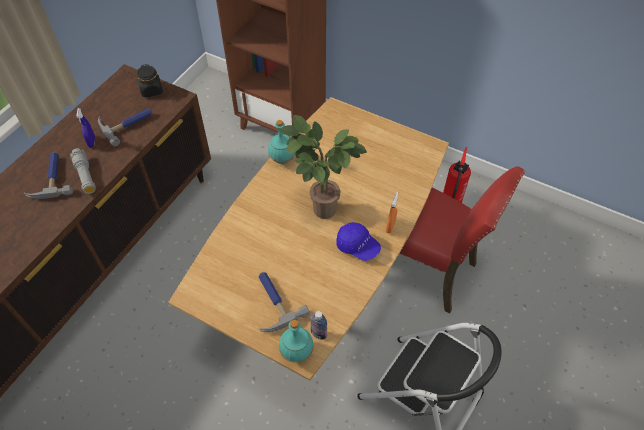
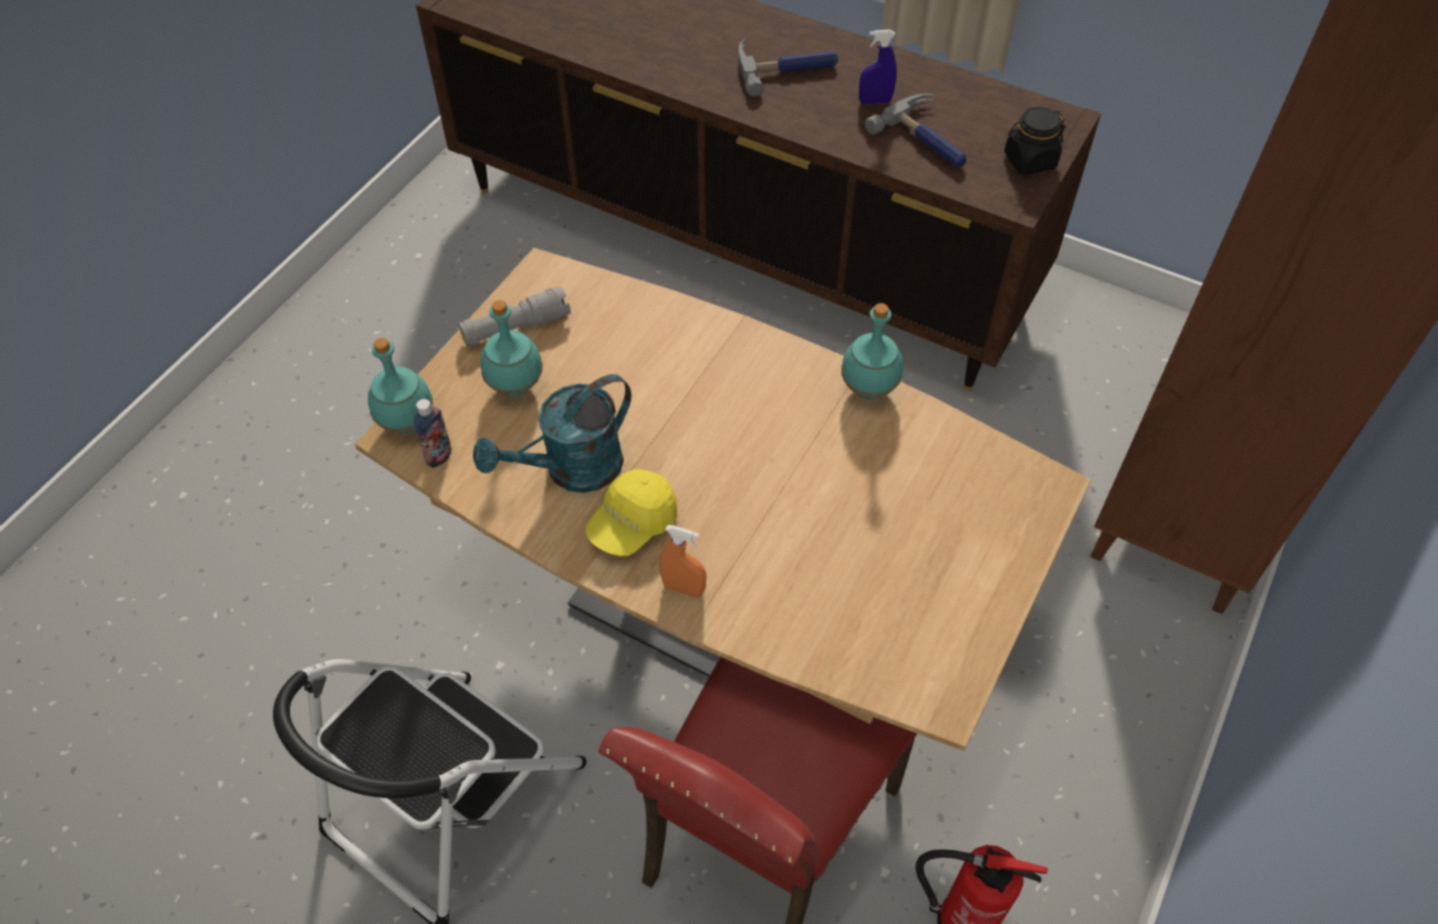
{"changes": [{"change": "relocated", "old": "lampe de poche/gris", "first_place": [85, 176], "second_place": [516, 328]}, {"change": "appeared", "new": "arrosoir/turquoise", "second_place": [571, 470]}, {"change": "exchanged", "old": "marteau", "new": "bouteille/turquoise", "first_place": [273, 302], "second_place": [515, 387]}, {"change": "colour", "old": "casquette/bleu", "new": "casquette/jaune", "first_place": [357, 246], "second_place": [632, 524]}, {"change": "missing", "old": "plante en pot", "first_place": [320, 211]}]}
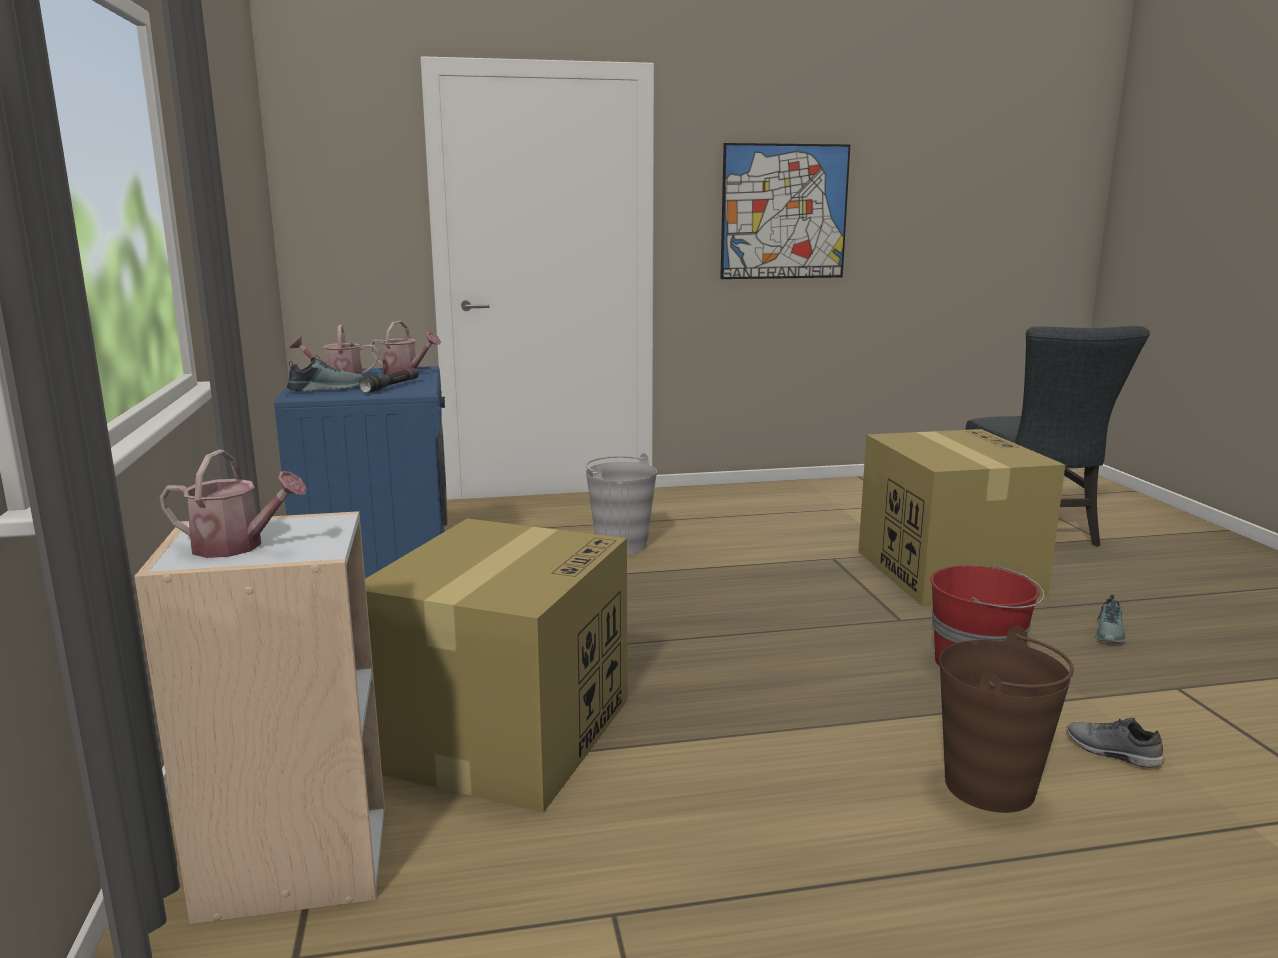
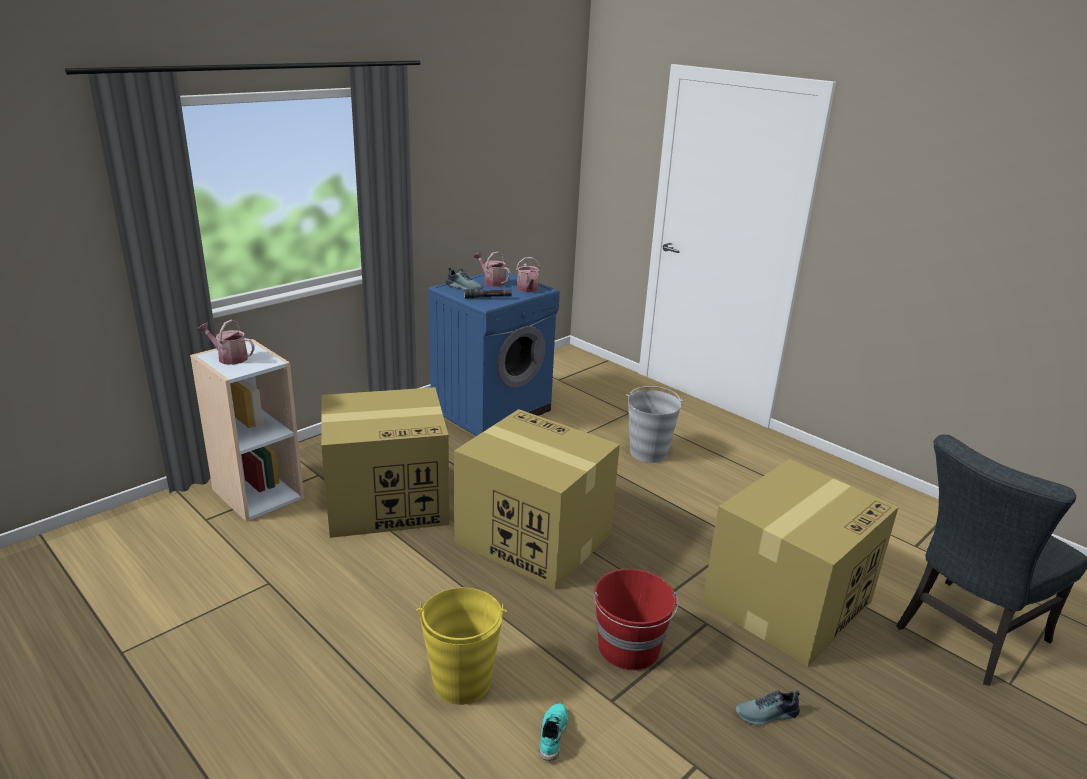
{"changes": [{"change": "spun", "old": "arrosoir", "first_place": [237, 546], "second_place": [229, 358], "degrees": 135}, {"change": "colour", "old": "seau/marron", "new": "seau/jaune", "first_place": [990, 787], "second_place": [461, 683]}, {"change": "appeared", "new": "carton", "second_place": [532, 537]}, {"change": "colour", "old": "chaussure/gris", "new": "chaussure/turquoise", "first_place": [1111, 752], "second_place": [551, 735]}, {"change": "missing", "old": "tableau", "first_place": [784, 212]}]}
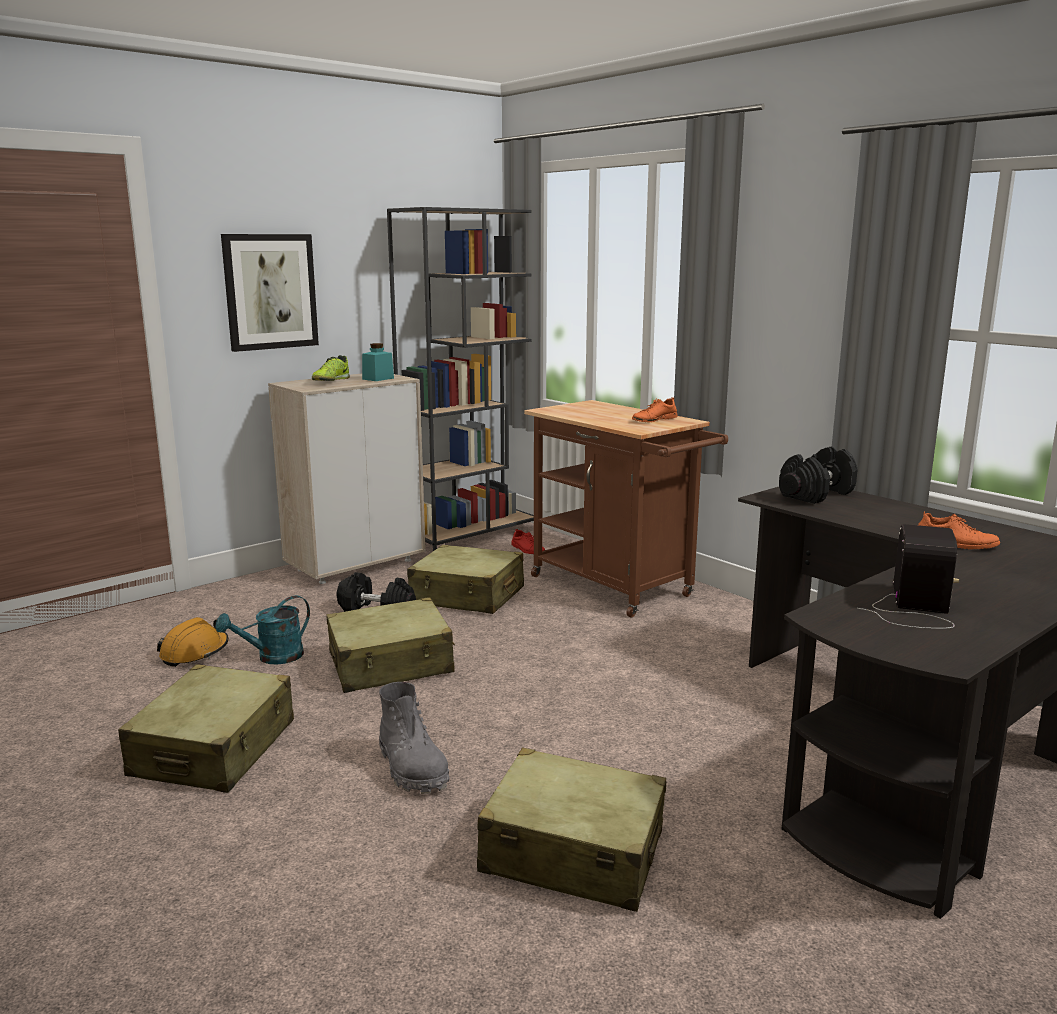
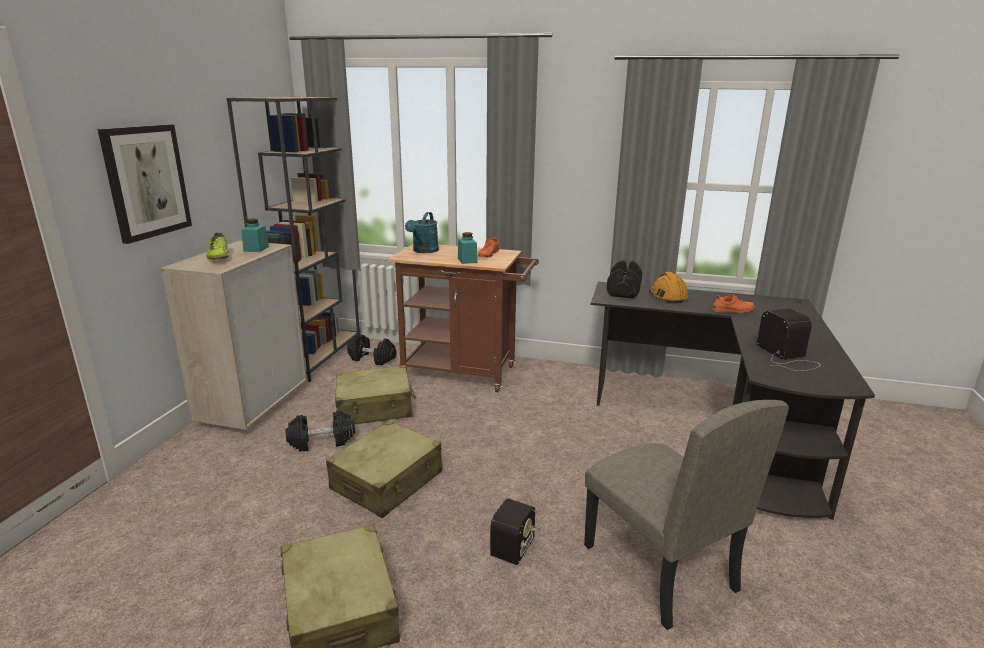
{"changes": [{"change": "exchanged", "old": "chaussure/rouge", "new": "haltère/noir", "first_place": [528, 549], "second_place": [372, 359]}, {"change": "relocated", "old": "arrosoir/turquoise", "first_place": [273, 657], "second_place": [424, 251]}, {"change": "appeared", "new": "bocal/turquoise", "second_place": [467, 260]}, {"change": "exchanged", "old": "botte/gris", "new": "radio", "first_place": [412, 768], "second_place": [502, 556]}, {"change": "exchanged", "old": "valise/beige", "new": "chaise/beige", "first_place": [573, 852], "second_place": [658, 567]}, {"change": "relocated", "old": "casque de chantier/orange", "first_place": [195, 652], "second_place": [668, 296]}]}
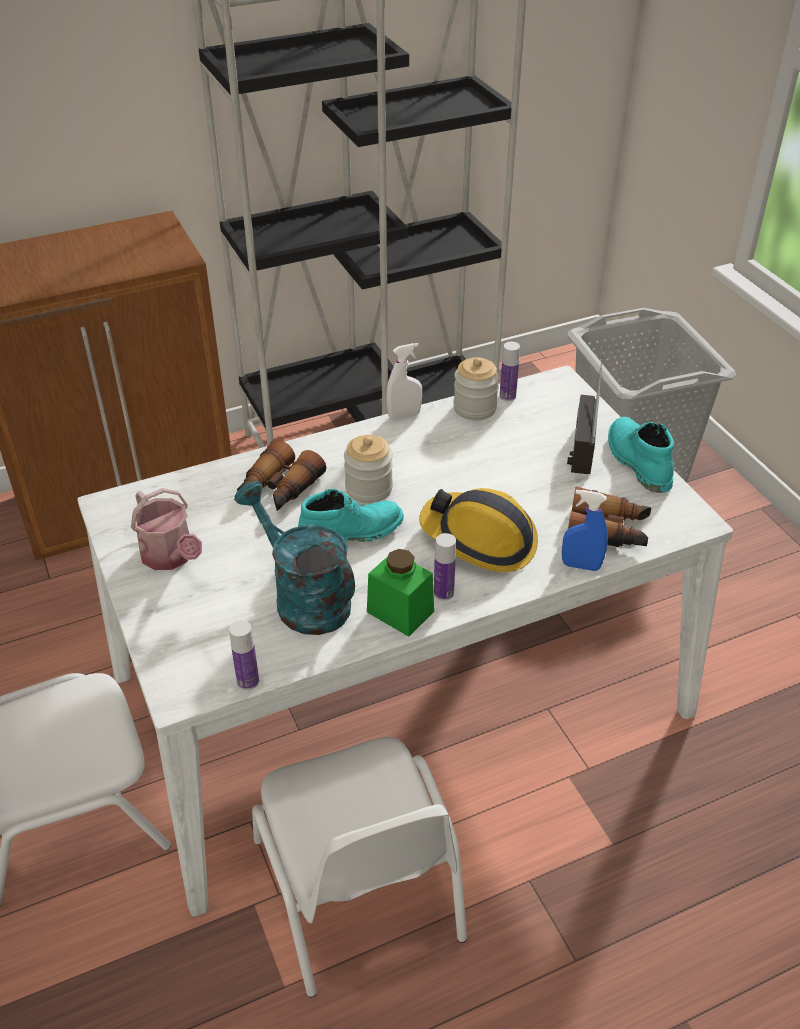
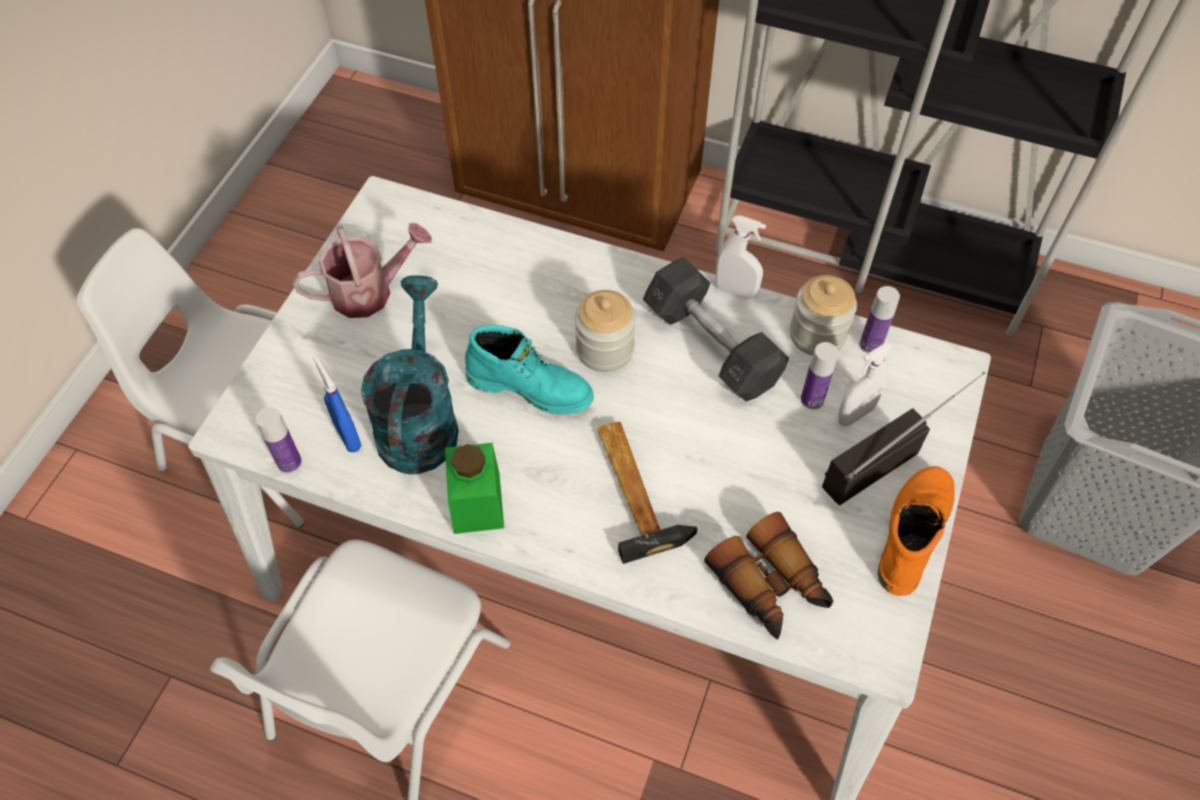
{"changes": [{"change": "spun", "old": "arrosoir", "first_place": [171, 557], "second_place": [370, 291], "degrees": -120}, {"change": "relocated", "old": "vaporisateur/bleu", "first_place": [581, 565], "second_place": [348, 436]}, {"change": "exchanged", "old": "casque de chantier", "new": "marteau", "first_place": [480, 539], "second_place": [635, 488]}, {"change": "appeared", "new": "haltère/gris", "second_place": [711, 345]}, {"change": "relocated", "old": "bouteille", "first_place": [443, 593], "second_place": [812, 399]}, {"change": "appeared", "new": "vaporisateur/blanc", "second_place": [855, 414]}, {"change": "colour", "old": "botte/turquoise", "new": "botte/orange", "first_place": [636, 461], "second_place": [910, 532]}, {"change": "missing", "old": "jumelles", "first_place": [279, 489]}]}
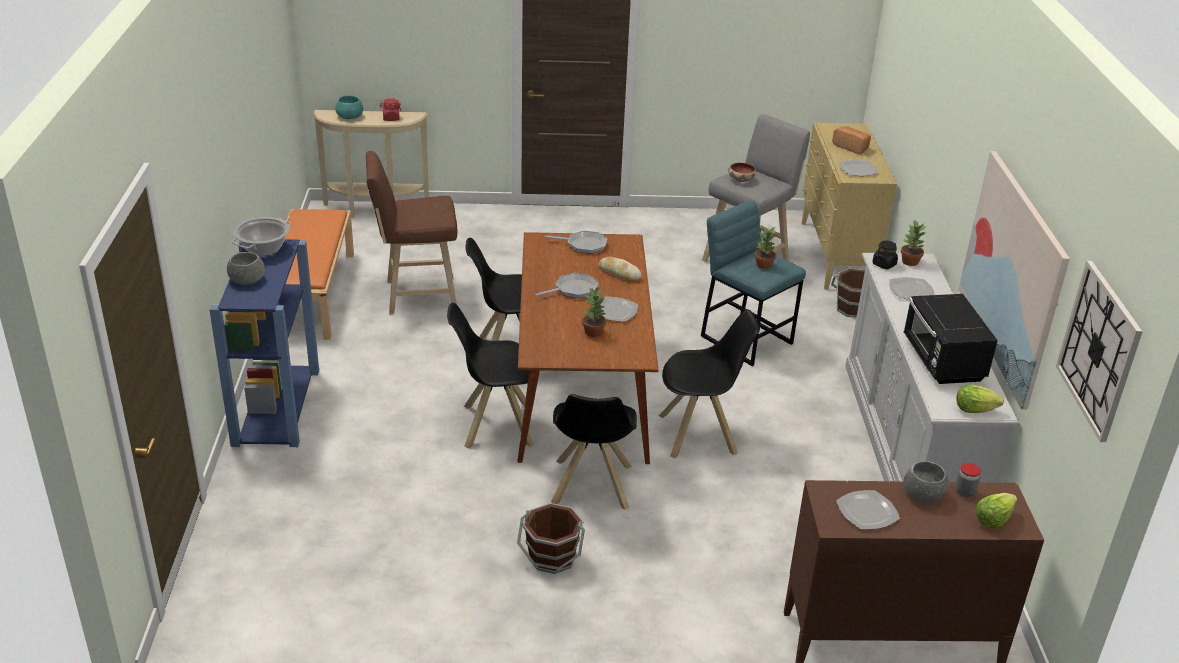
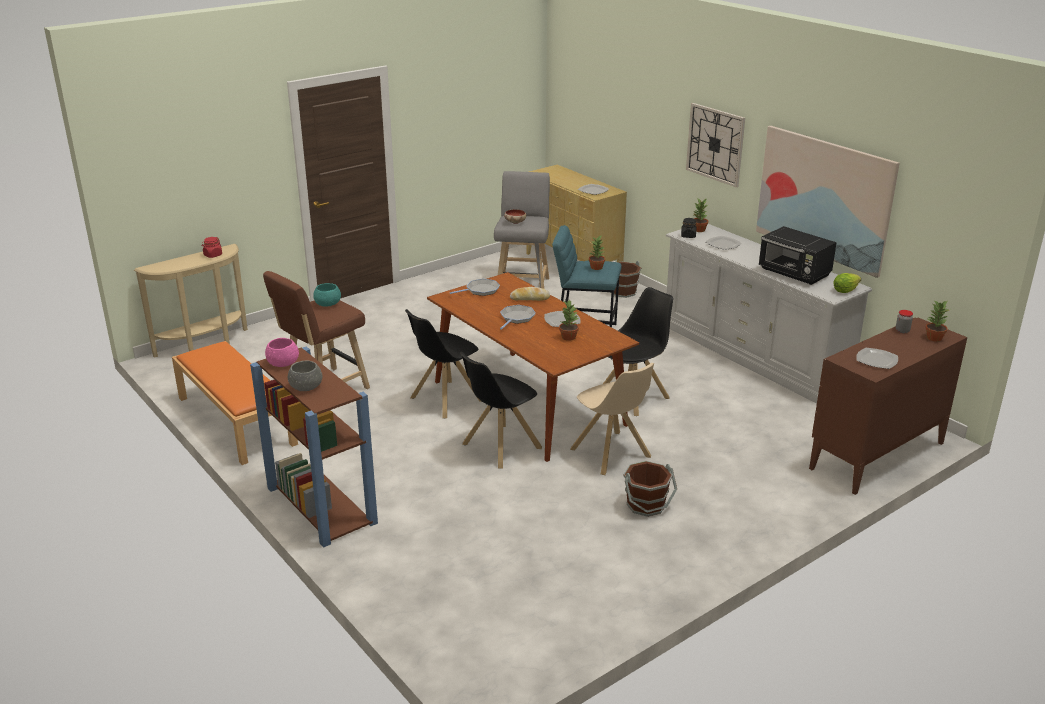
{"changes": [{"change": "colour", "old": "bibliothèque/bleu", "new": "bibliothèque/marron", "first_place": [277, 406], "second_place": [321, 504]}, {"change": "exchanged", "old": "marmite", "new": "bol/rose", "first_place": [264, 249], "second_place": [283, 363]}, {"change": "relocated", "old": "bol/turquoise", "first_place": [349, 116], "second_place": [327, 303]}, {"change": "colour", "old": "chaise/noir", "new": "chaise/beige", "first_place": [591, 486], "second_place": [611, 454]}, {"change": "relocated", "old": "horloge murale", "first_place": [1098, 350], "second_place": [715, 144]}, {"change": "exchanged", "old": "laitue", "new": "plante en pot", "first_place": [992, 520], "second_place": [933, 338]}, {"change": "missing", "old": "pain", "first_place": [851, 147]}, {"change": "missing", "old": "bol/gris", "first_place": [923, 494]}]}
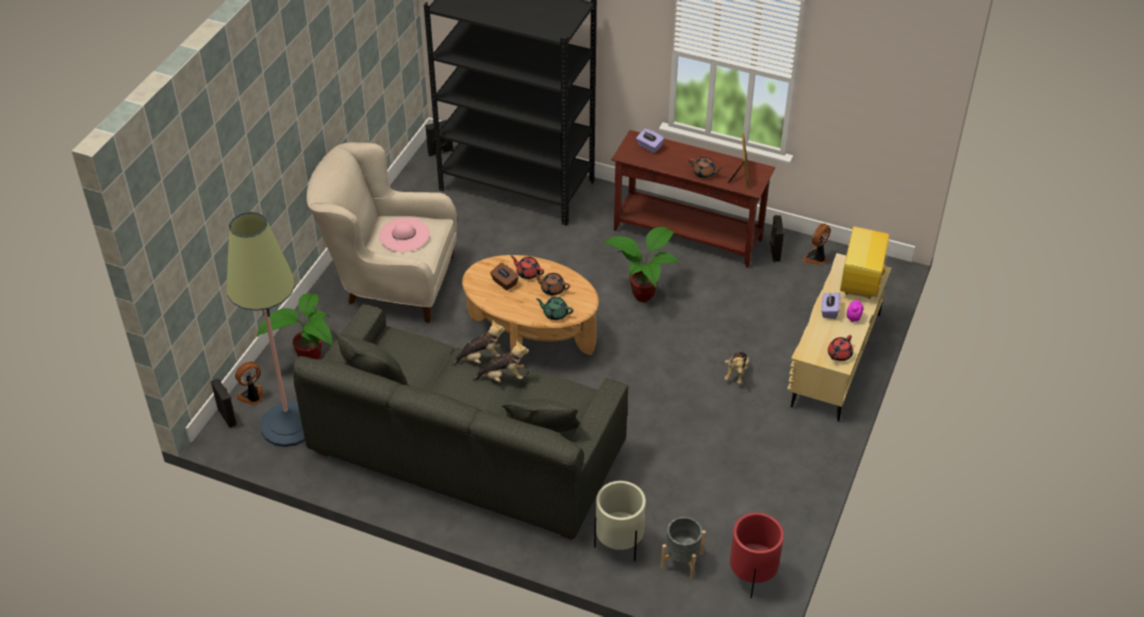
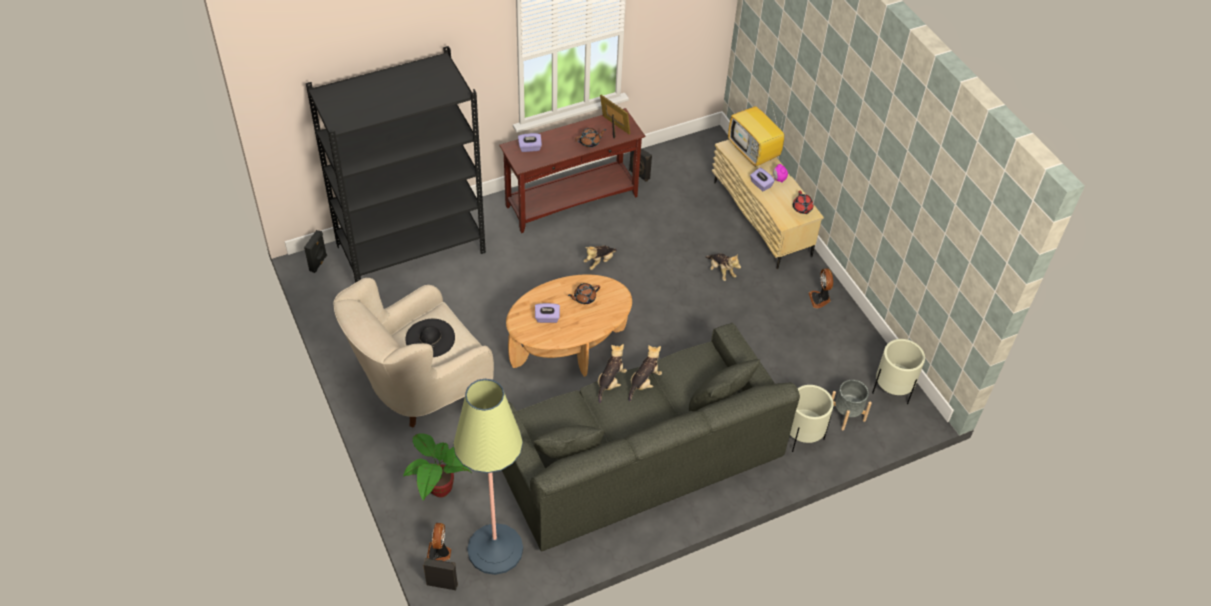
{"changes": [{"change": "colour", "old": "chapeau/rose", "new": "chapeau/noir", "first_place": [404, 235], "second_place": [430, 338]}, {"change": "colour", "old": "boîte à mouchoirs/marron", "new": "boîte à mouchoirs/violet", "first_place": [504, 282], "second_place": [547, 318]}, {"change": "exchanged", "old": "plante en pot", "new": "peluche", "first_place": [644, 293], "second_place": [599, 262]}, {"change": "relocated", "old": "ventilateur", "first_place": [816, 258], "second_place": [820, 299]}, {"change": "colour", "old": "cache-pot/rouge", "new": "cache-pot/beige", "first_place": [752, 577], "second_place": [892, 391]}, {"change": "missing", "old": "théière/rouge", "first_place": [528, 273]}, {"change": "missing", "old": "théière/vert", "first_place": [555, 313]}]}
